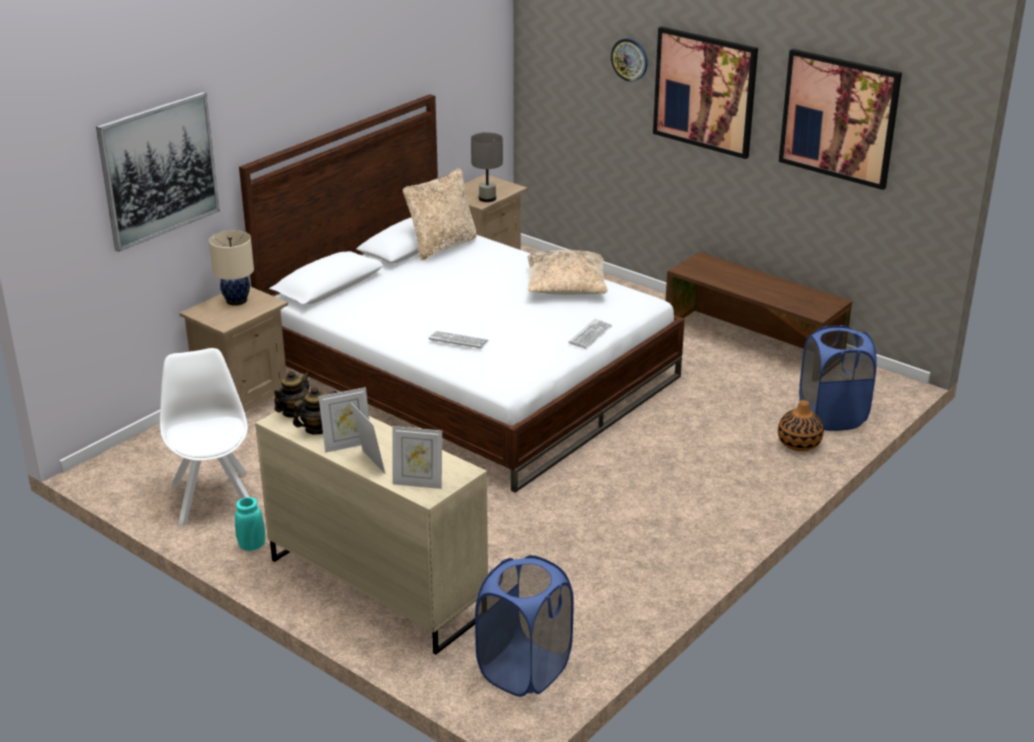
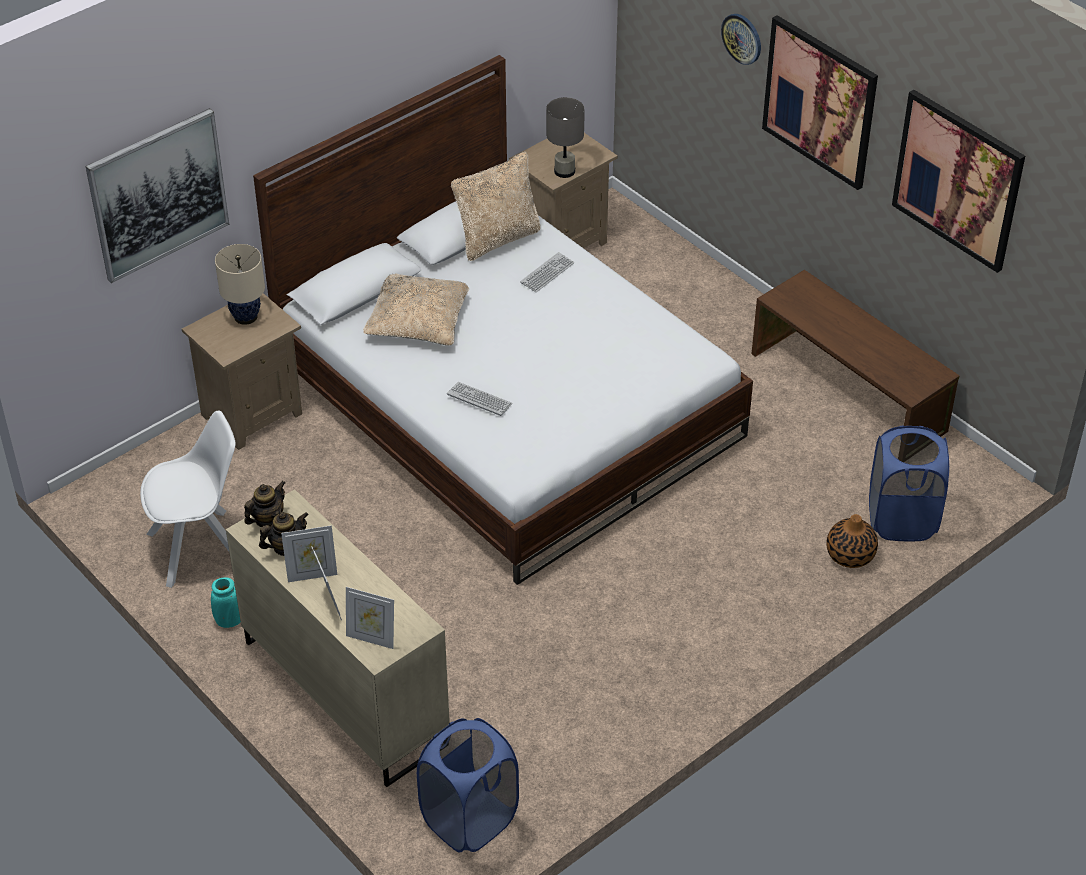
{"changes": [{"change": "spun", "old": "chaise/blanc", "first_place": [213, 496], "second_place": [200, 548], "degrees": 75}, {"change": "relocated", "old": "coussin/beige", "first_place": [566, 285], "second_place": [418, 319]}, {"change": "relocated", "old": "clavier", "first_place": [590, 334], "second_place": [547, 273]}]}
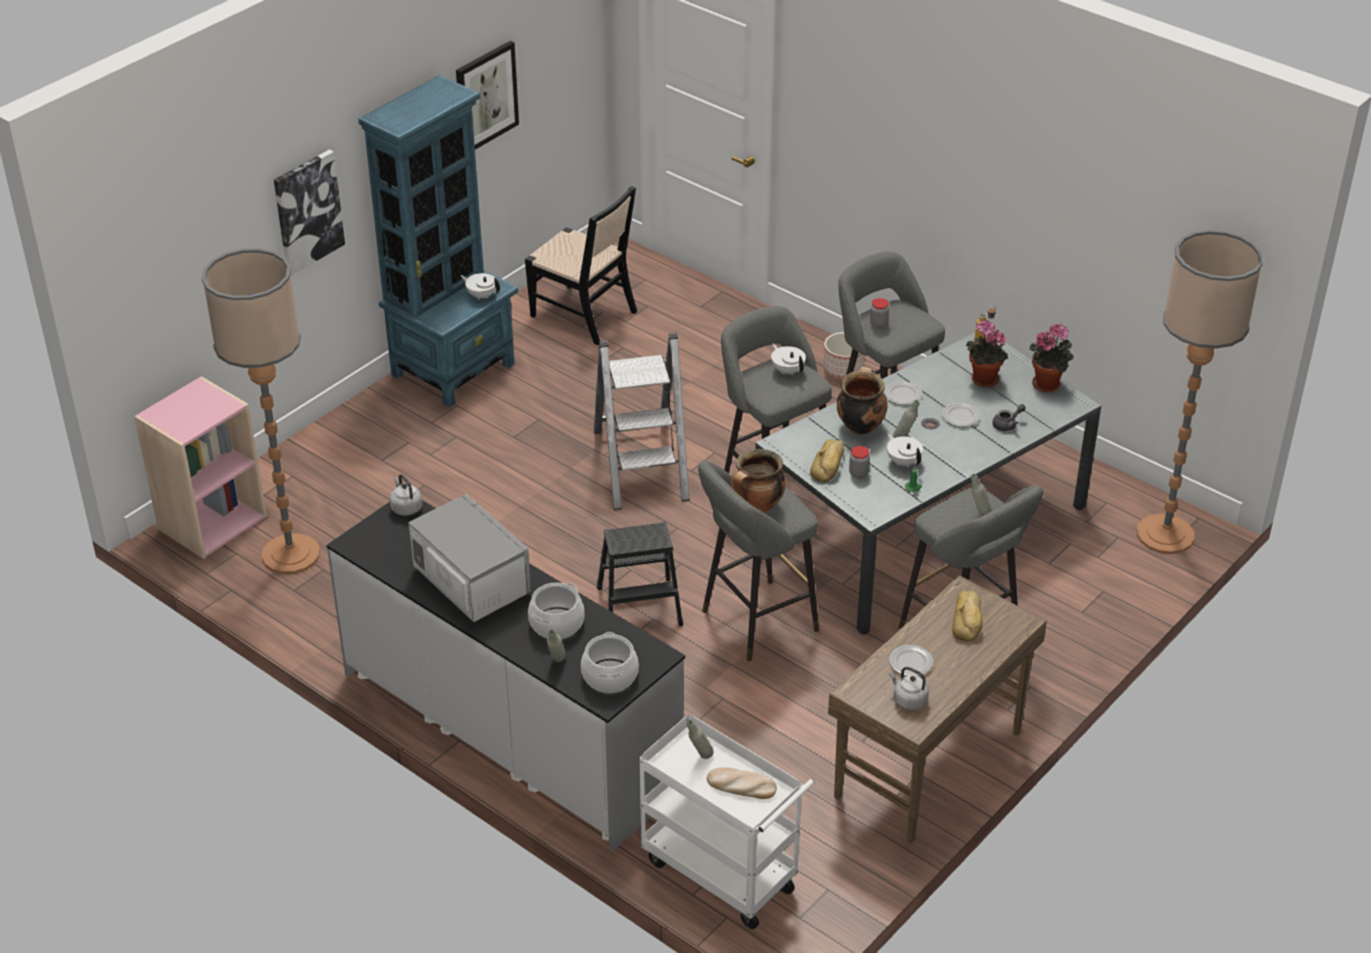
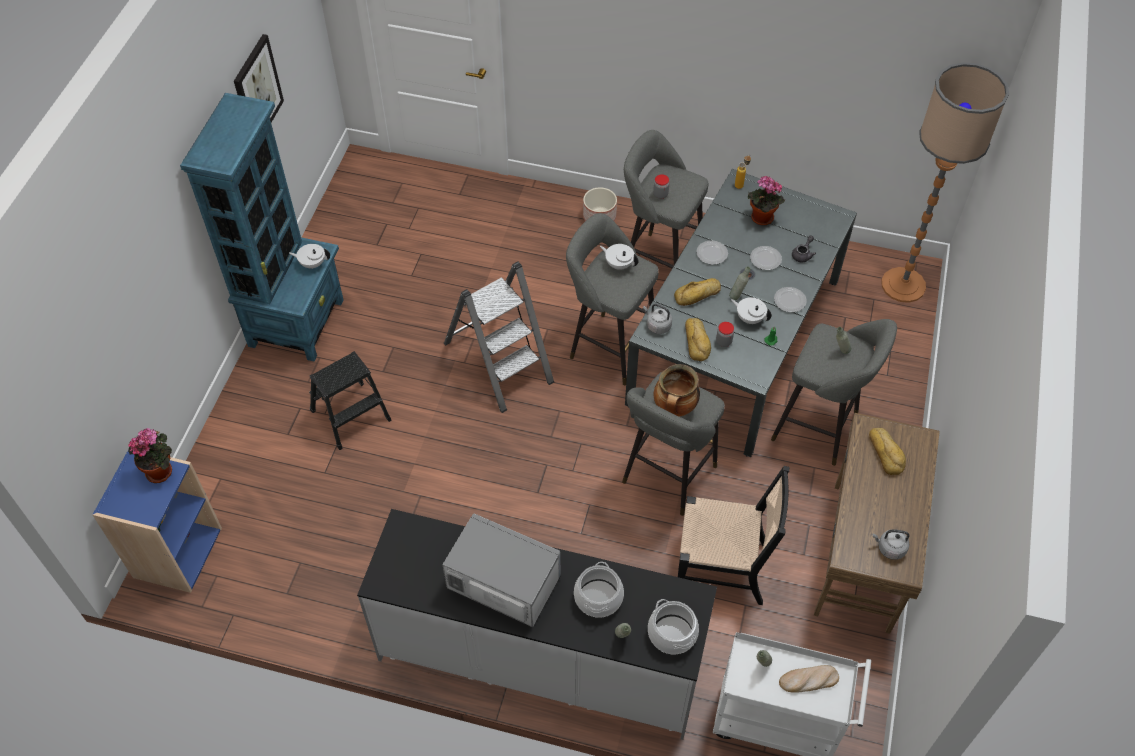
{"changes": [{"change": "colour", "old": "bibliothèque/rose", "new": "bibliothèque/bleu", "first_place": [212, 521], "second_place": [177, 551]}, {"change": "relocated", "old": "plante en pot", "first_place": [1048, 384], "second_place": [161, 470]}, {"change": "relocated", "old": "escabeau/noir", "first_place": [639, 605], "second_place": [351, 414]}, {"change": "relocated", "old": "bouilloire/gris", "first_place": [405, 507], "second_place": [657, 325]}, {"change": "exchanged", "old": "marmite", "new": "pain", "first_place": [860, 426], "second_place": [698, 295]}, {"change": "relocated", "old": "chaise", "first_place": [583, 315], "second_place": [722, 567]}, {"change": "relocated", "old": "assiette", "first_place": [910, 662], "second_place": [789, 301]}, {"change": "missing", "old": "lampadaire", "first_place": [291, 555]}, {"change": "missing", "old": "tableau", "first_place": [307, 211]}]}
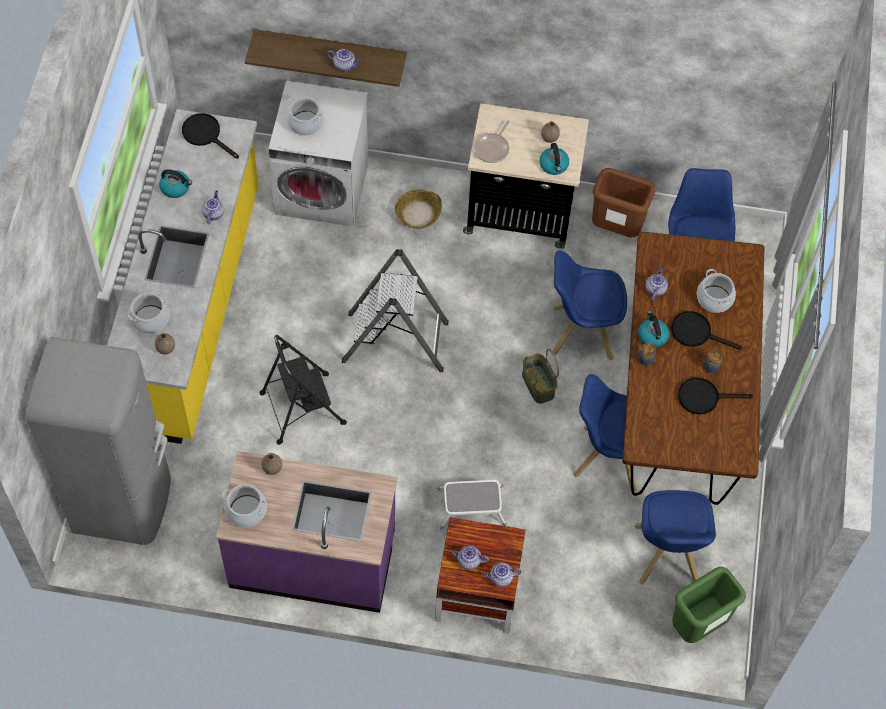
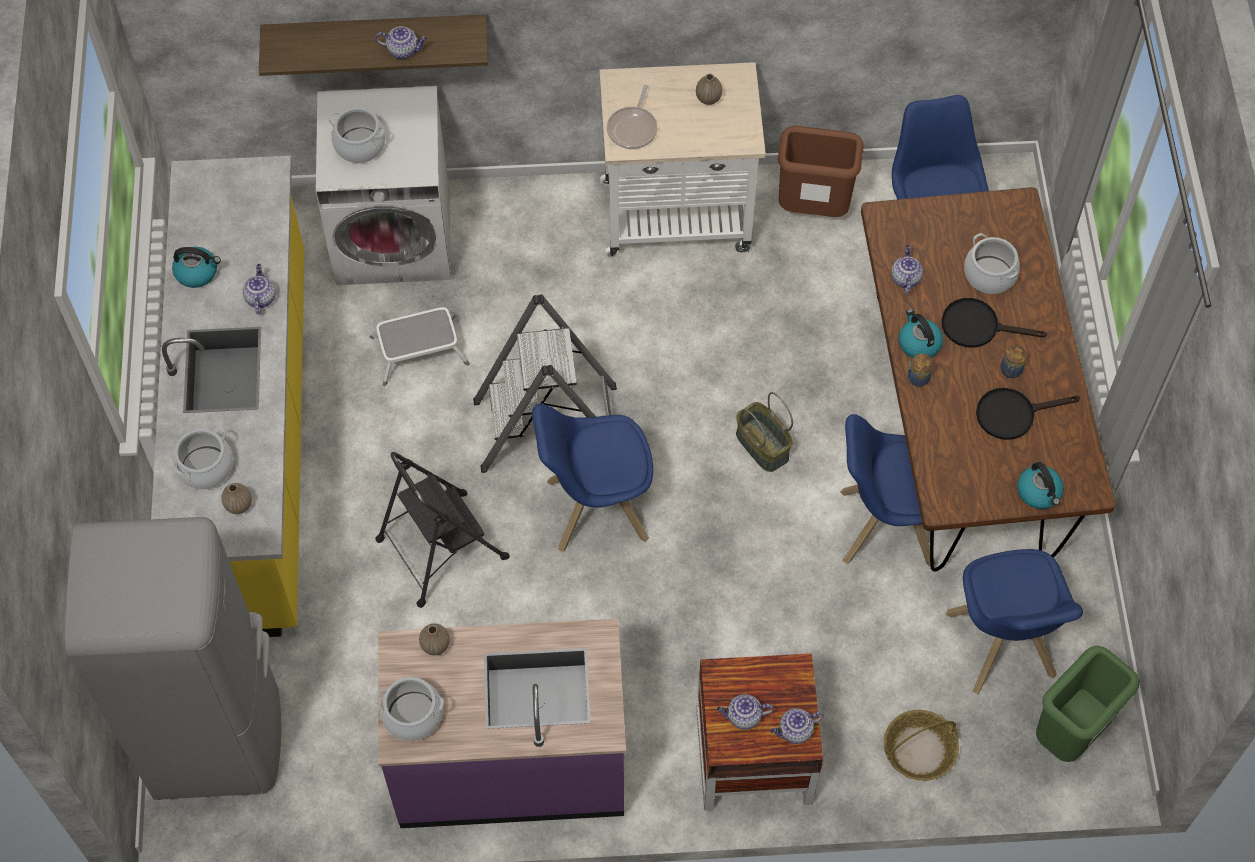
{"changes": [{"change": "relocated", "old": "escabeau/gris", "first_place": [471, 506], "second_place": [419, 350]}, {"change": "relocated", "old": "chaise/bleu", "first_place": [582, 332], "second_place": [596, 509]}, {"change": "colour", "old": "chariot/noir", "new": "chariot/blanc", "first_place": [520, 214], "second_place": [676, 216]}, {"change": "relocated", "old": "panier", "first_place": [418, 213], "second_place": [919, 749]}, {"change": "relocated", "old": "bouilloire", "first_place": [554, 165], "second_place": [1039, 493]}, {"change": "missing", "old": "poêle/noir", "first_place": [205, 134]}]}
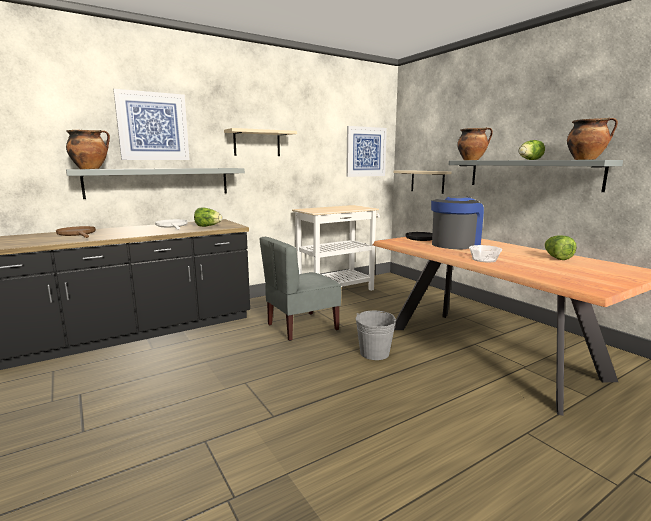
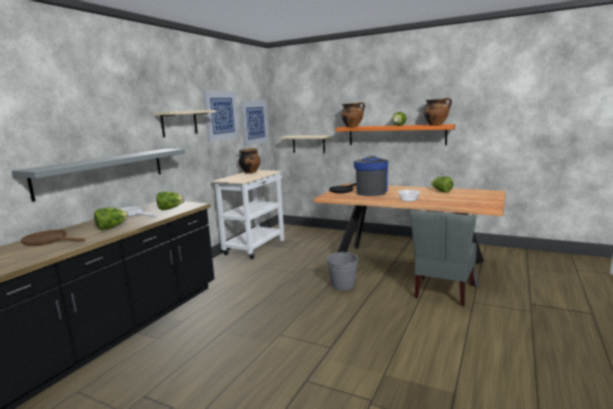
{"changes": [{"change": "appeared", "new": "laitue", "second_place": [111, 227]}, {"change": "relocated", "old": "tableau", "first_place": [153, 126], "second_place": [221, 115]}, {"change": "relocated", "old": "marmite", "first_place": [90, 169], "second_place": [250, 172]}, {"change": "colour", "old": "étagère/gris", "new": "étagère/orange", "first_place": [531, 174], "second_place": [396, 135]}, {"change": "relocated", "old": "chaise/gris", "first_place": [301, 327], "second_place": [443, 291]}]}
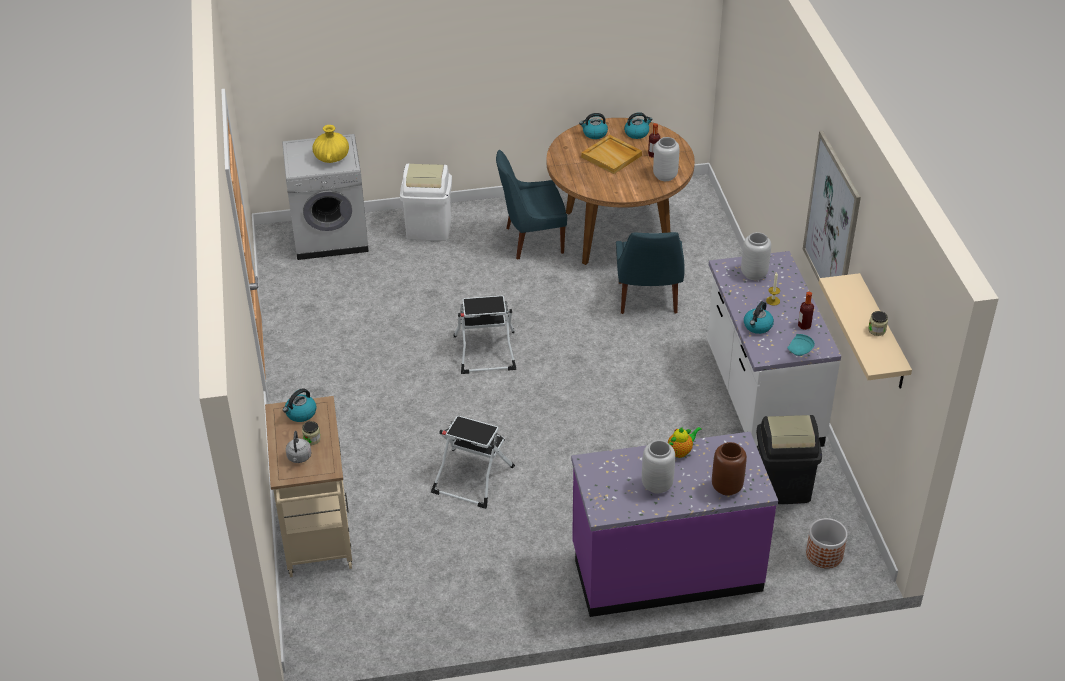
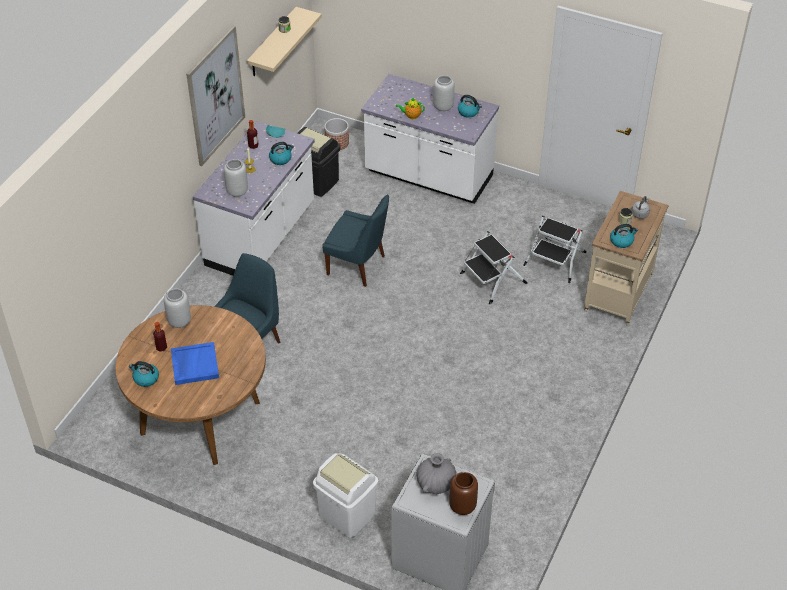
{"changes": [{"change": "colour", "old": "plateau/beige", "new": "plateau/bleu", "first_place": [612, 156], "second_place": [194, 364]}, {"change": "relocated", "old": "chaise/bleu", "first_place": [531, 241], "second_place": [358, 266]}, {"change": "colour", "old": "comptoir de cuisine/violet", "new": "comptoir de cuisine/blanc", "first_place": [666, 569], "second_place": [428, 176]}, {"change": "colour", "old": "vase/jaune", "new": "vase/gris", "first_place": [332, 158], "second_place": [436, 483]}, {"change": "relocated", "old": "vase/marron", "first_place": [726, 487], "second_place": [463, 506]}, {"change": "relocated", "old": "bouilloire", "first_place": [594, 134], "second_place": [468, 112]}, {"change": "relocated", "old": "escabeau", "first_place": [486, 350], "second_place": [555, 260]}]}
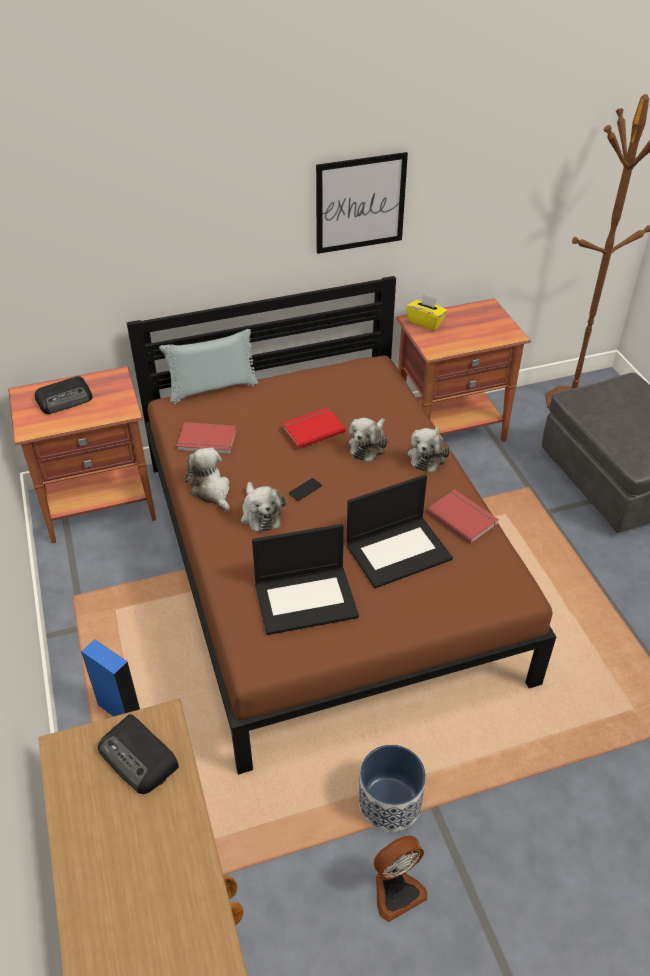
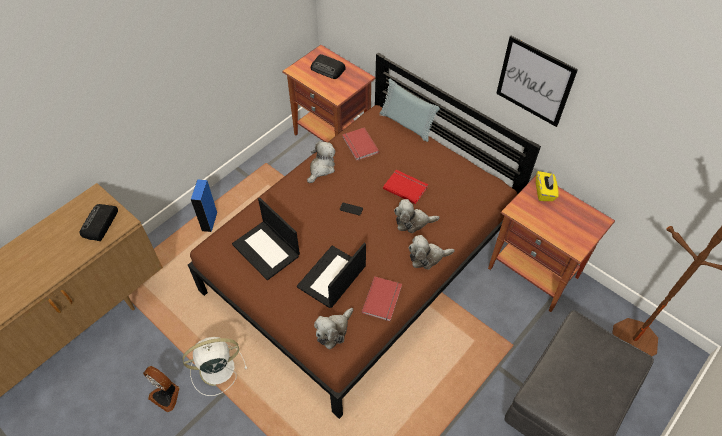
{"changes": [{"change": "exchanged", "old": "cache-pot", "new": "ventilateur/blanc", "first_place": [390, 802], "second_place": [216, 369]}, {"change": "spun", "old": "ordinateur portable", "first_place": [399, 551], "second_place": [332, 278], "degrees": 90}, {"change": "relocated", "old": "peluche", "first_place": [260, 514], "second_place": [333, 331]}]}
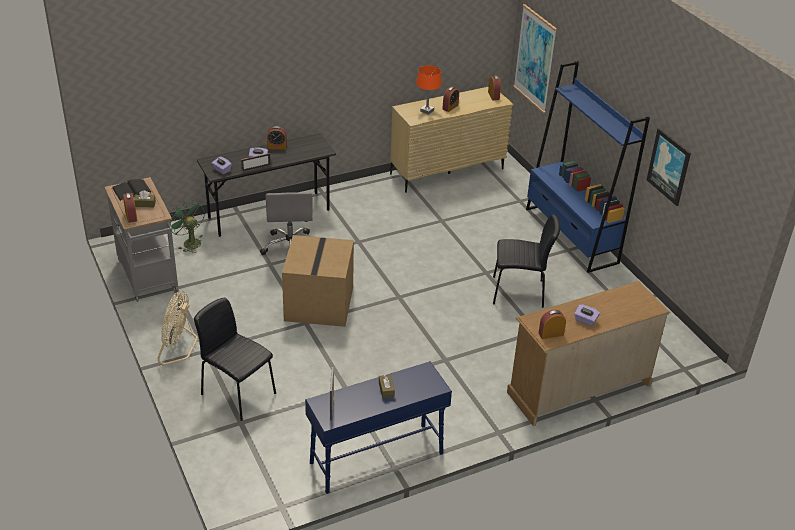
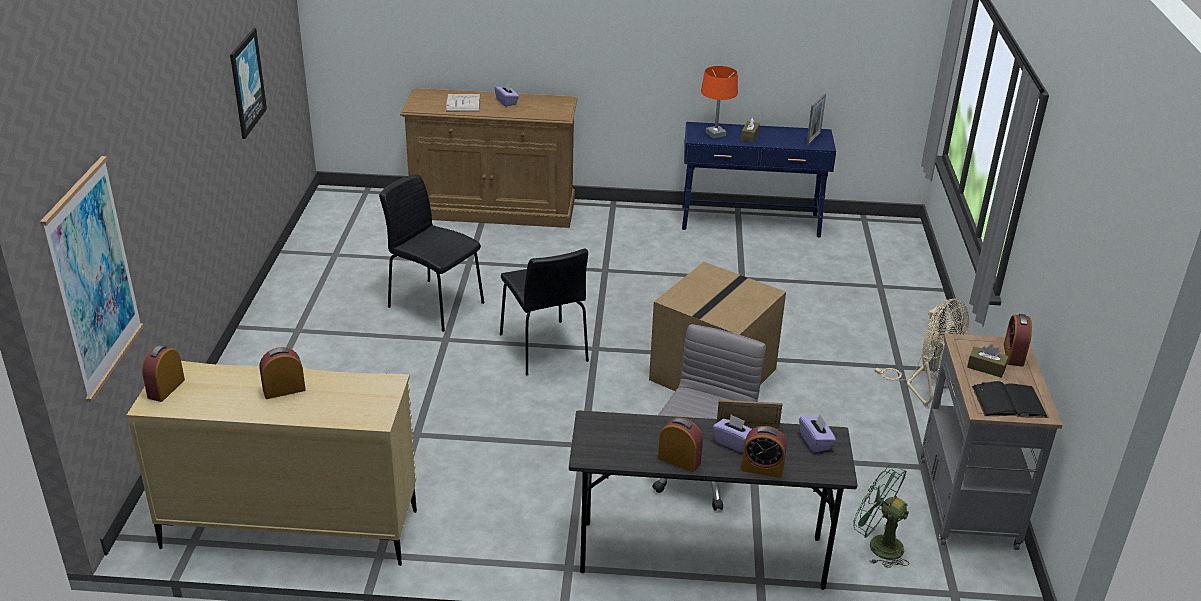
{"changes": [{"change": "appeared", "new": "livre/blanc", "second_place": [463, 103]}, {"change": "relocated", "old": "chaise/noir", "first_place": [236, 392], "second_place": [545, 349]}, {"change": "relocated", "old": "lampe de table/orange", "first_place": [427, 111], "second_place": [715, 134]}, {"change": "relocated", "old": "réveil", "first_place": [551, 334], "second_place": [762, 469]}, {"change": "spun", "old": "ventilateur/vert", "first_place": [189, 242], "second_place": [878, 545], "degrees": 135}, {"change": "missing", "old": "bibliothèque/bleu", "first_place": [571, 236]}]}
